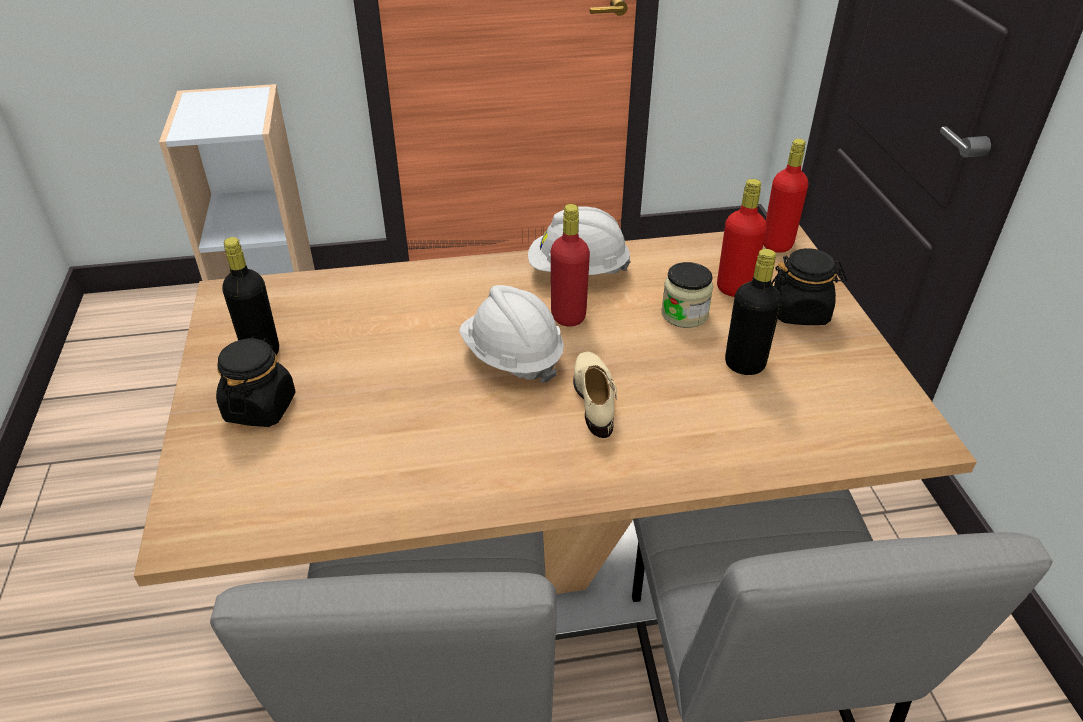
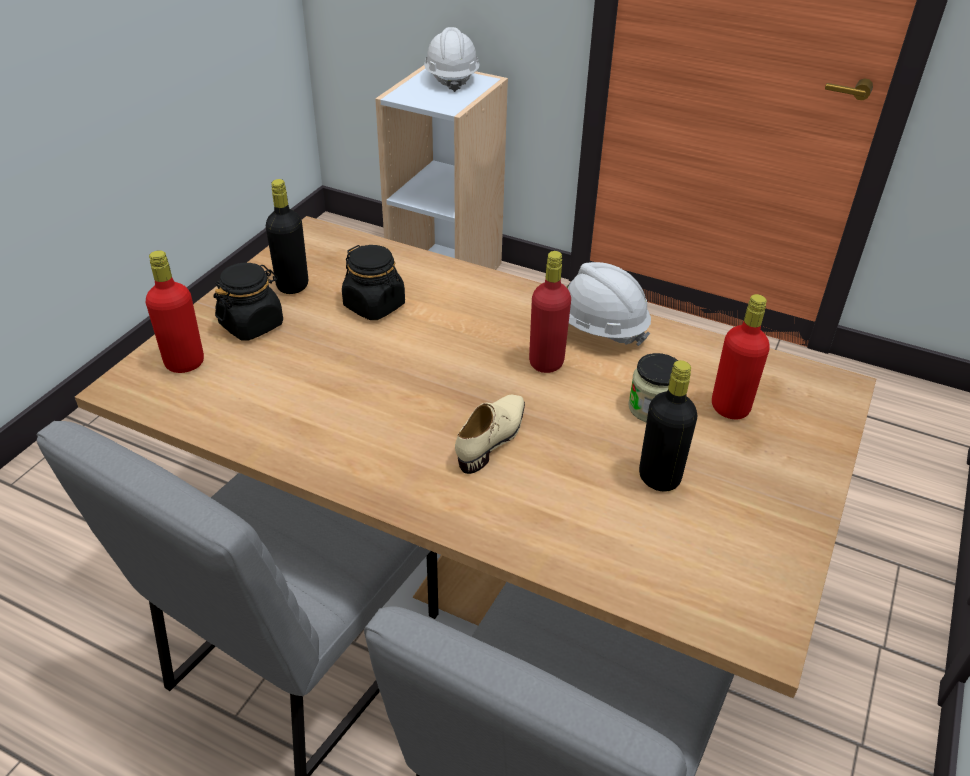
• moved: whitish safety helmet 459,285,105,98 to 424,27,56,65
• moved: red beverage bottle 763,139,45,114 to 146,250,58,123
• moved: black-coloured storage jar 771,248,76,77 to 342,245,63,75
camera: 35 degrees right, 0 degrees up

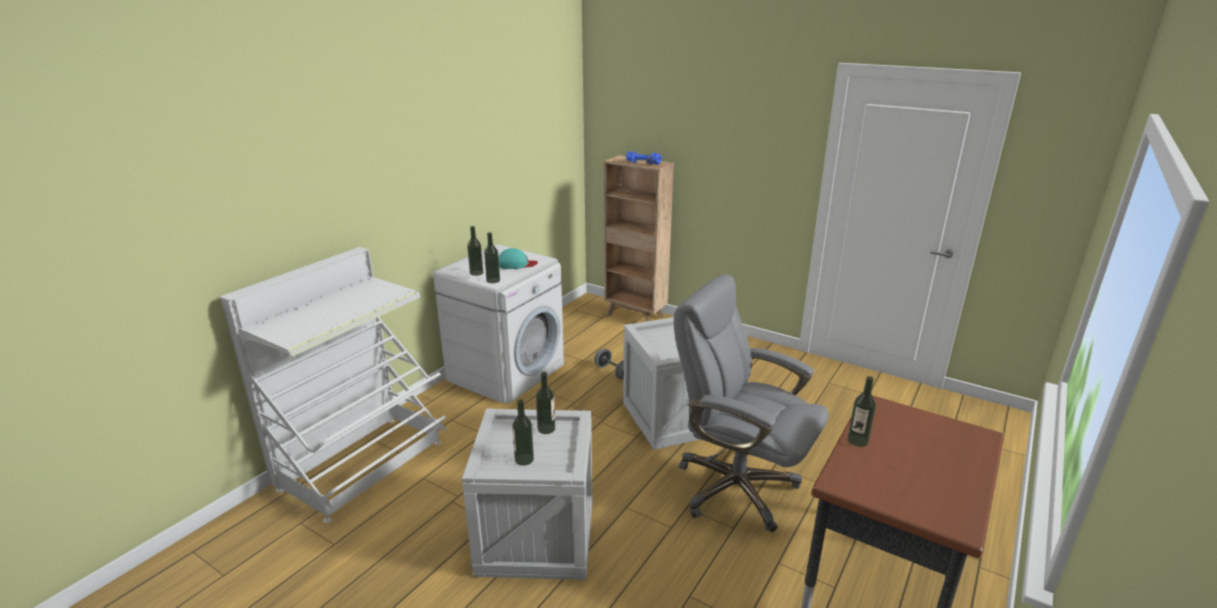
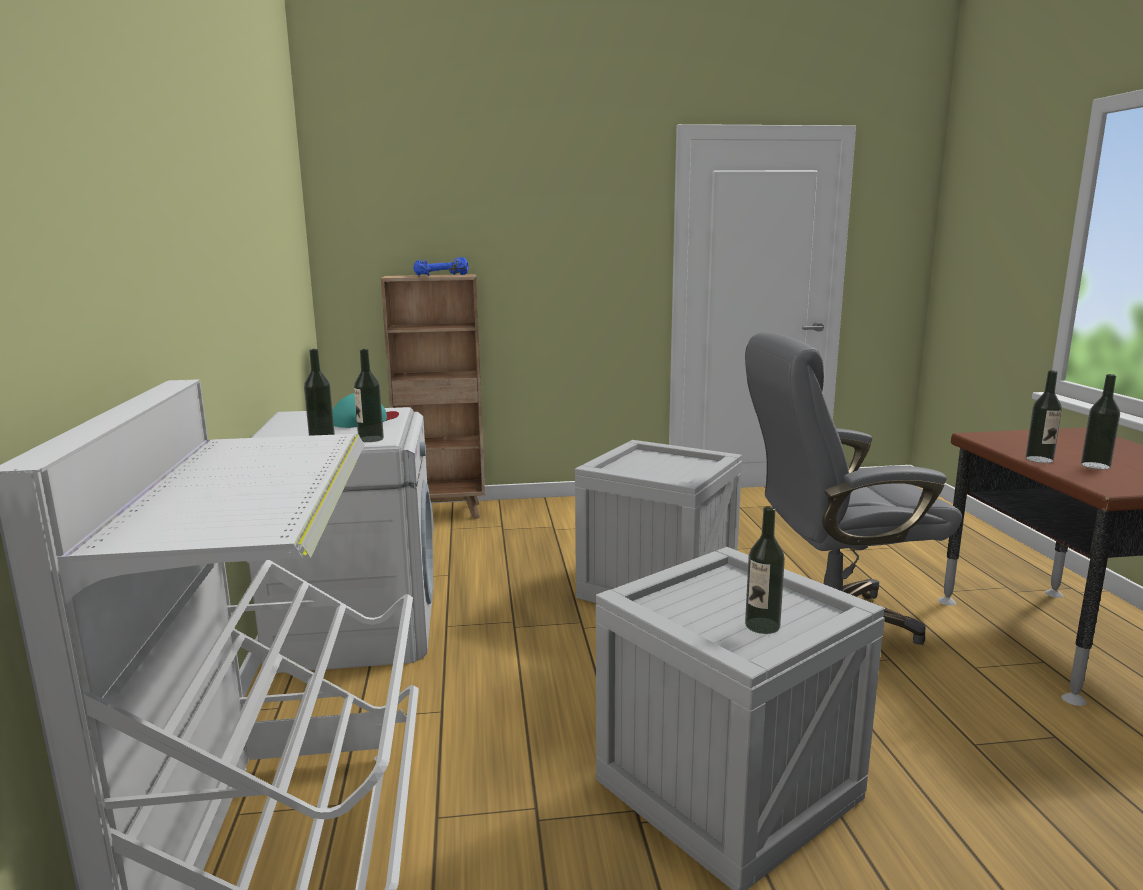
• removed: greyish dumbbell 594,349,30,30
• moved: beverage bottle 536,372,19,62 to 1081,374,39,96
camera: 40 degrees left, 10 degrees down

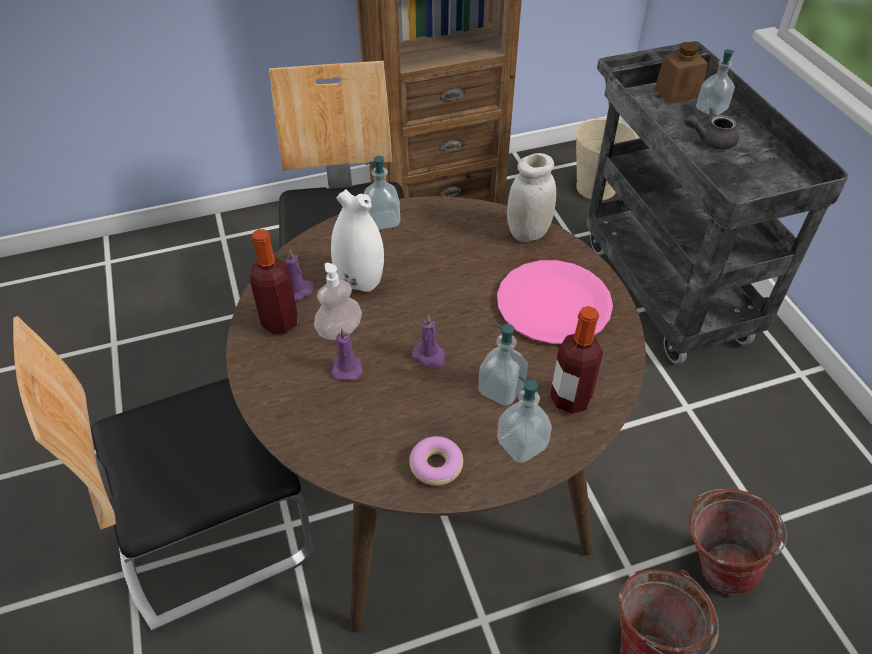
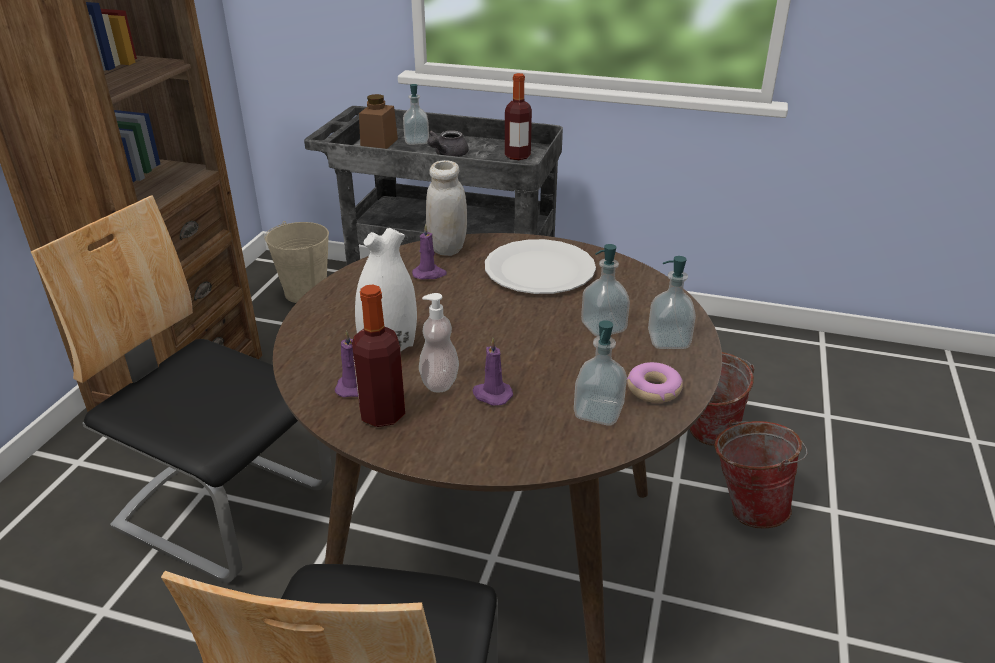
• moved: soap bottle 364,156,36,74 to 574,320,53,106
• moved: purplish wax light 412,315,33,54 to 412,224,35,55
• moved: beverage bottle 550,306,53,108 to 505,73,27,87
• recoloured: pinkish plate 497,260,116,84 to whitish plate 485,239,111,55
camera: 55 degrees left, 15 degrees down

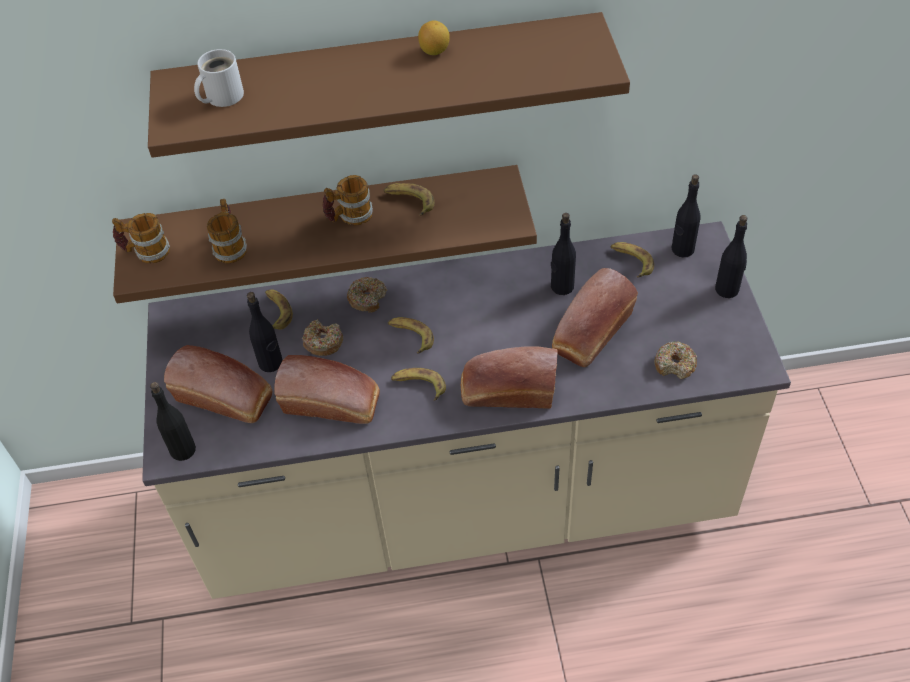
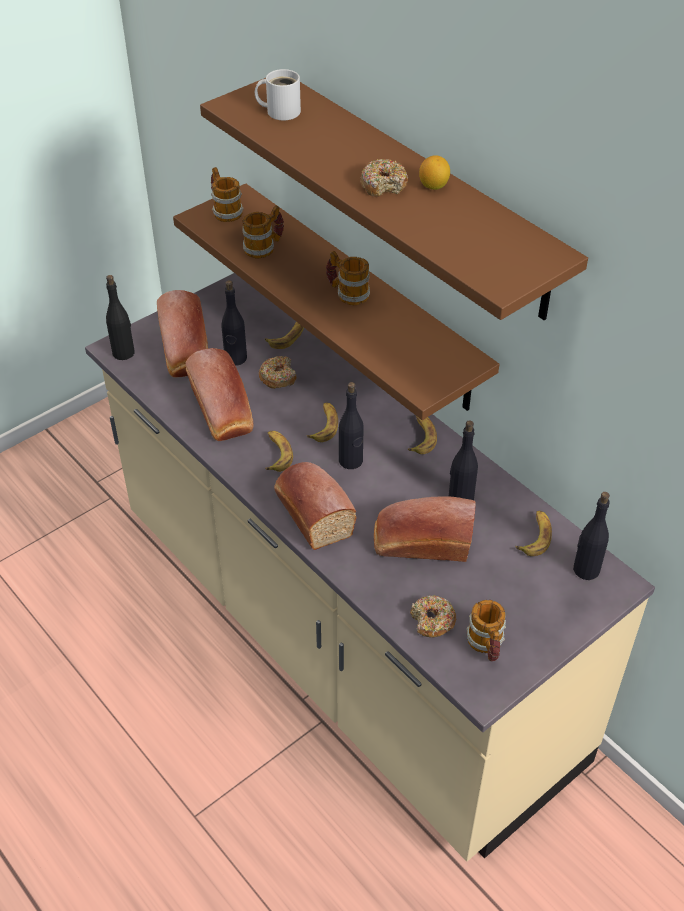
• added: tea mug 466,600,40,62
• moved: doughnut 347,277,40,36 to 360,159,48,38
• moved: banana 383,183,52,33 to 408,416,29,38
• moved: black-coloured beverage bottle 715,215,32,83 to 339,382,25,87
camera: 55 degrees right, 5 degrees down

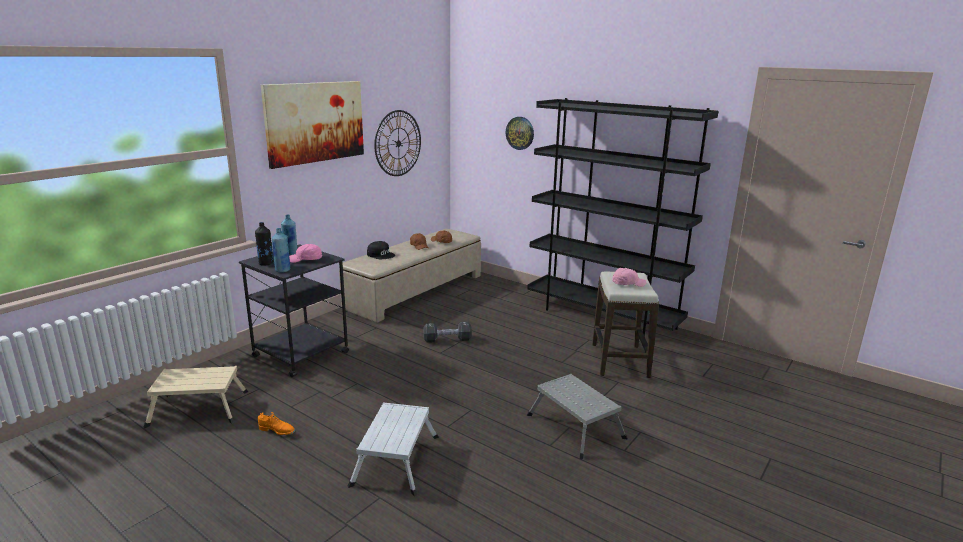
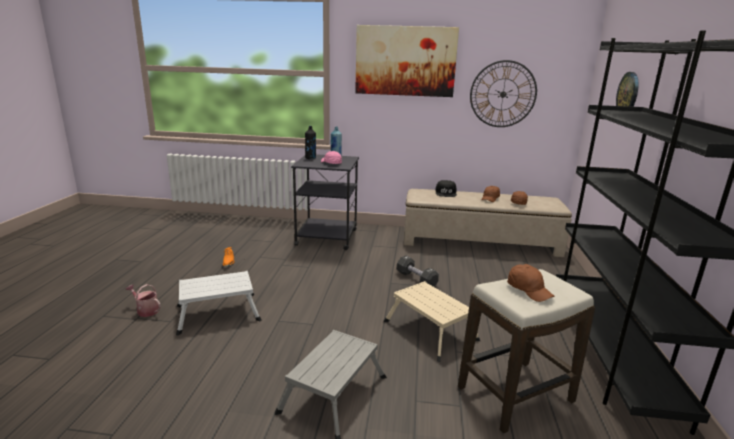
• removed: blue beverage bottle 272,228,18,45
• added: watering pot 126,284,35,33
• moved: beige stepladder 143,366,106,62 to 384,281,96,81
• recoloured: pinkish peaked cap 612,268,35,19 to brownish peaked cap 507,264,47,38
camera: 60 degrees right, 0 degrees up

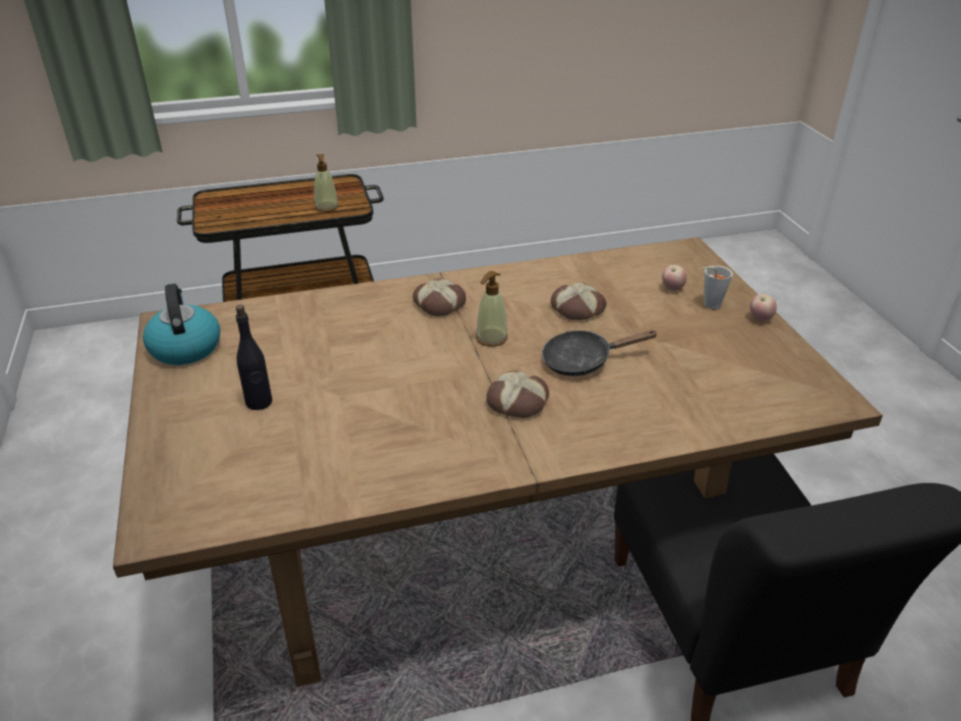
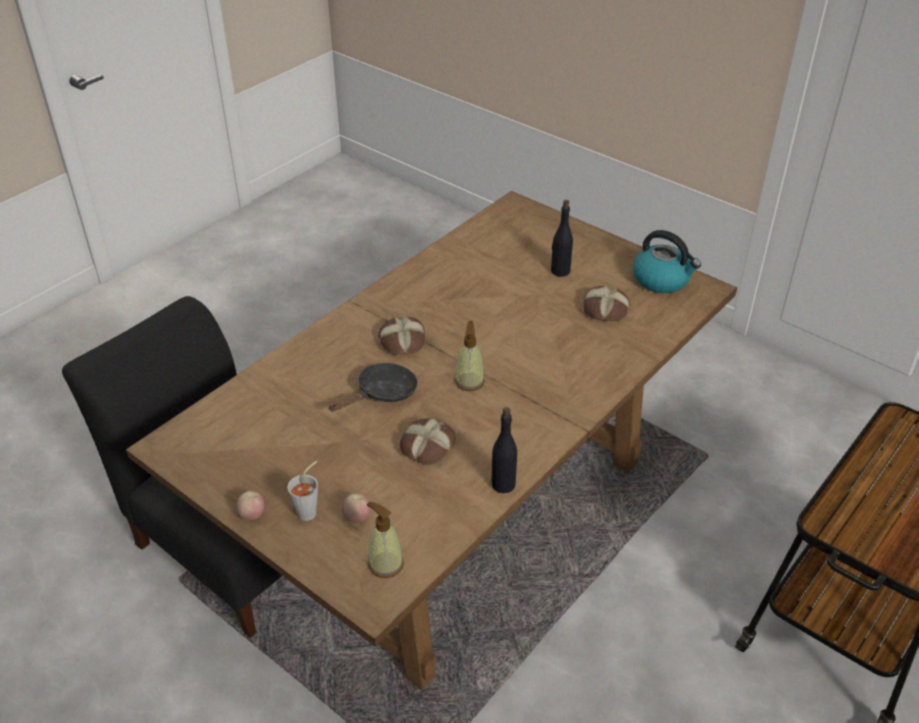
• added: black-coloured beverage bottle 491,407,26,86
• moved: soap bottle 314,154,25,58 to 367,502,37,76
• moved: bakery bread 413,278,53,38 to 583,286,47,35
camera: 145 degrees right, 5 degrees up

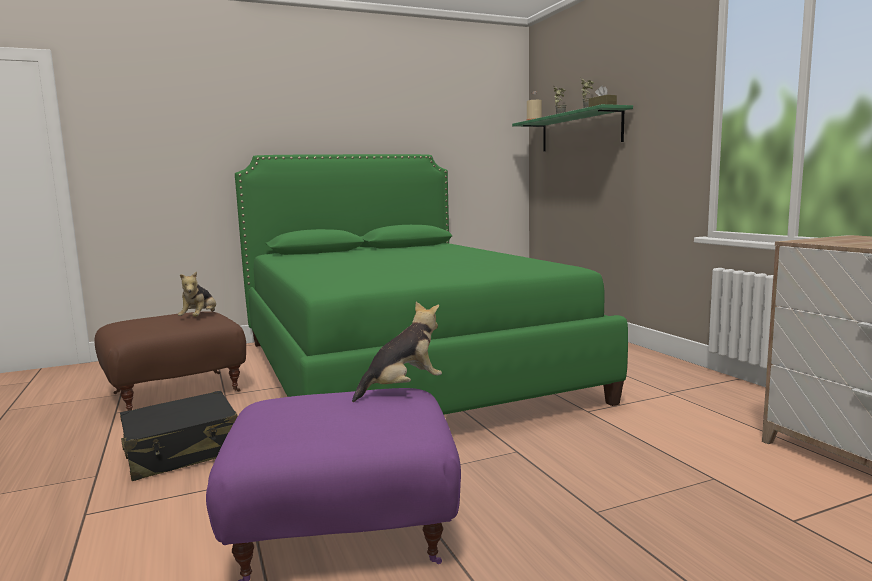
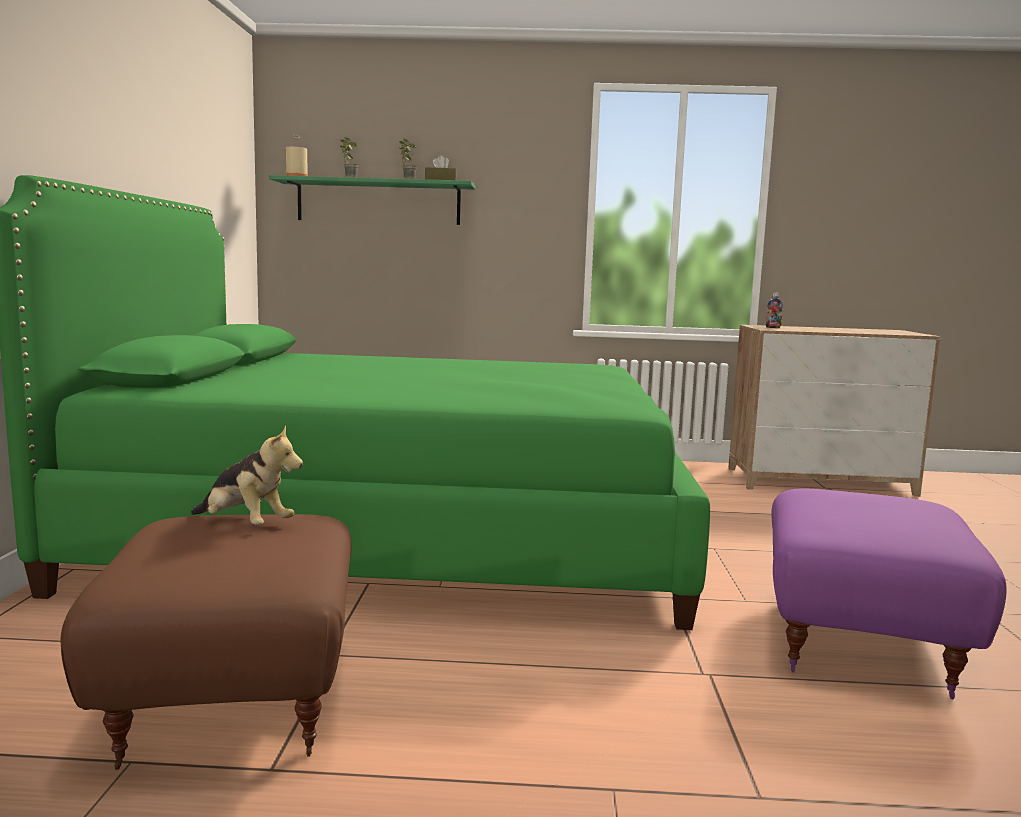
• removed: black-coloured travel case 120,391,118,90
• removed: cuddly toy 352,302,90,100
• added: beverage bottle 765,293,18,35
camera: 65 degrees left, 0 degrees up

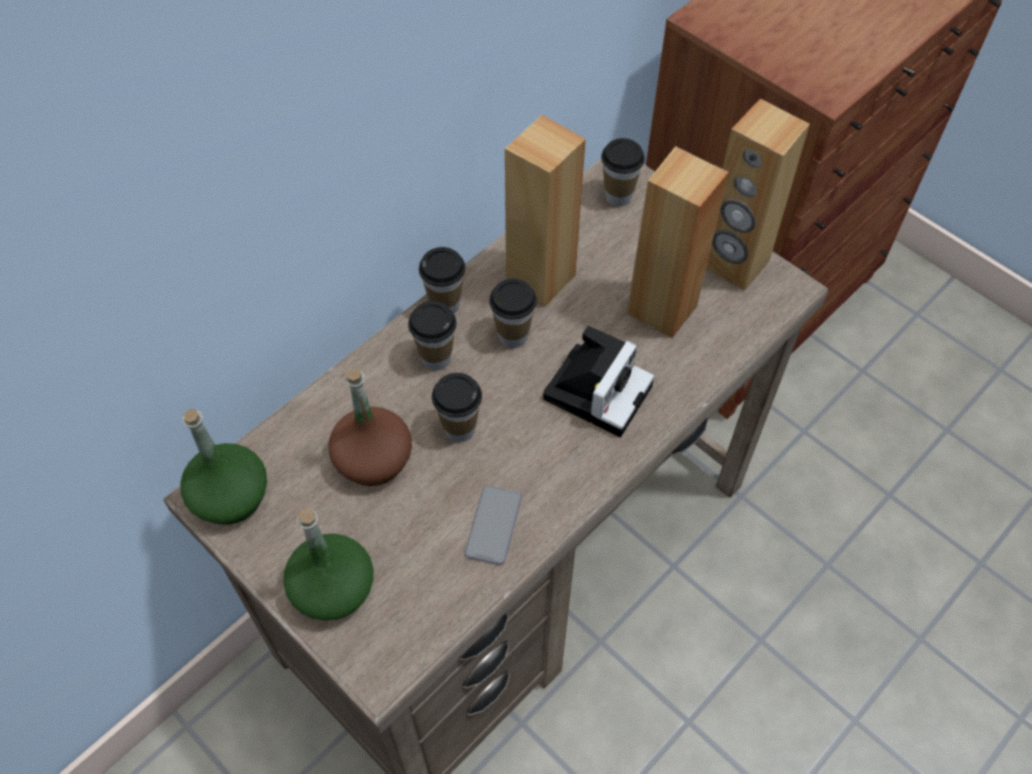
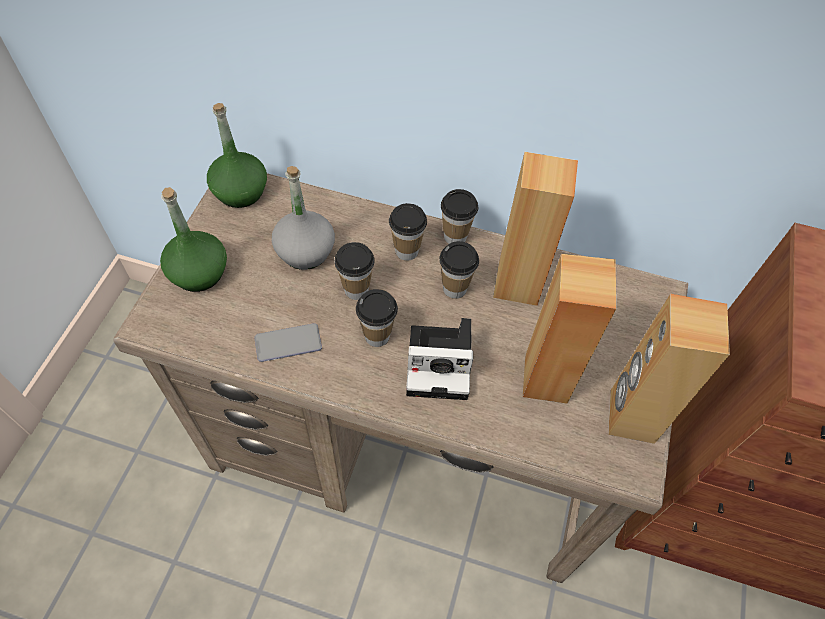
• moved: cup 601,138,44,68 to 356,289,42,58
• recoloured: brownish beverage bottle 328,369,84,117 to greyish beverage bottle 272,166,63,104
camera: 60 degrees right, 0 degrees up

